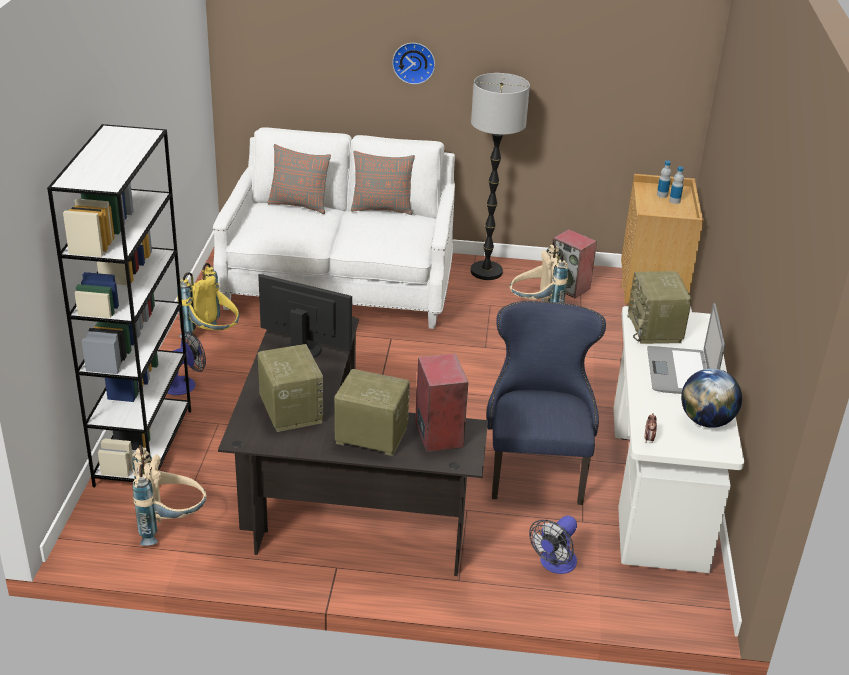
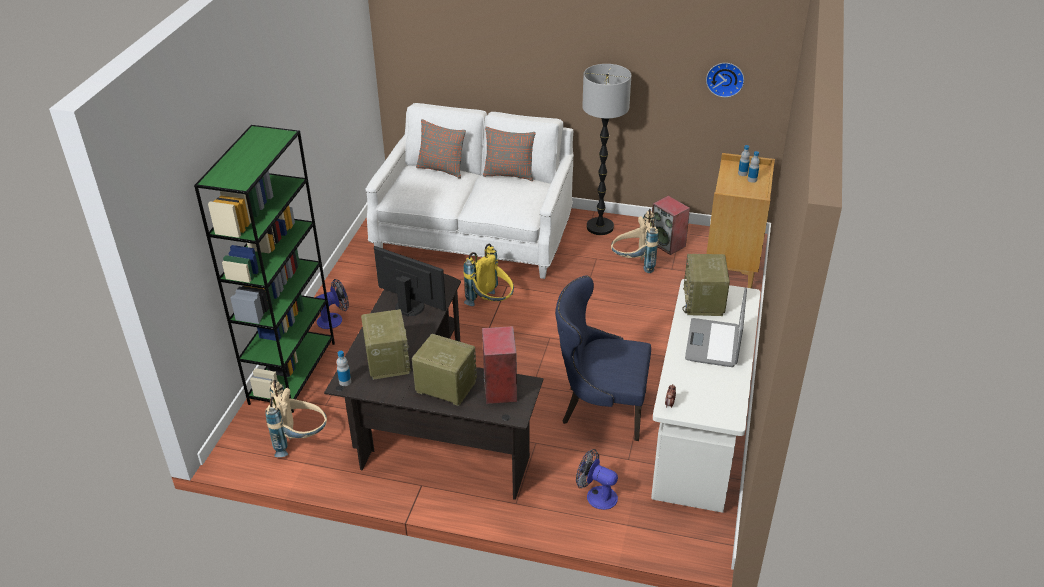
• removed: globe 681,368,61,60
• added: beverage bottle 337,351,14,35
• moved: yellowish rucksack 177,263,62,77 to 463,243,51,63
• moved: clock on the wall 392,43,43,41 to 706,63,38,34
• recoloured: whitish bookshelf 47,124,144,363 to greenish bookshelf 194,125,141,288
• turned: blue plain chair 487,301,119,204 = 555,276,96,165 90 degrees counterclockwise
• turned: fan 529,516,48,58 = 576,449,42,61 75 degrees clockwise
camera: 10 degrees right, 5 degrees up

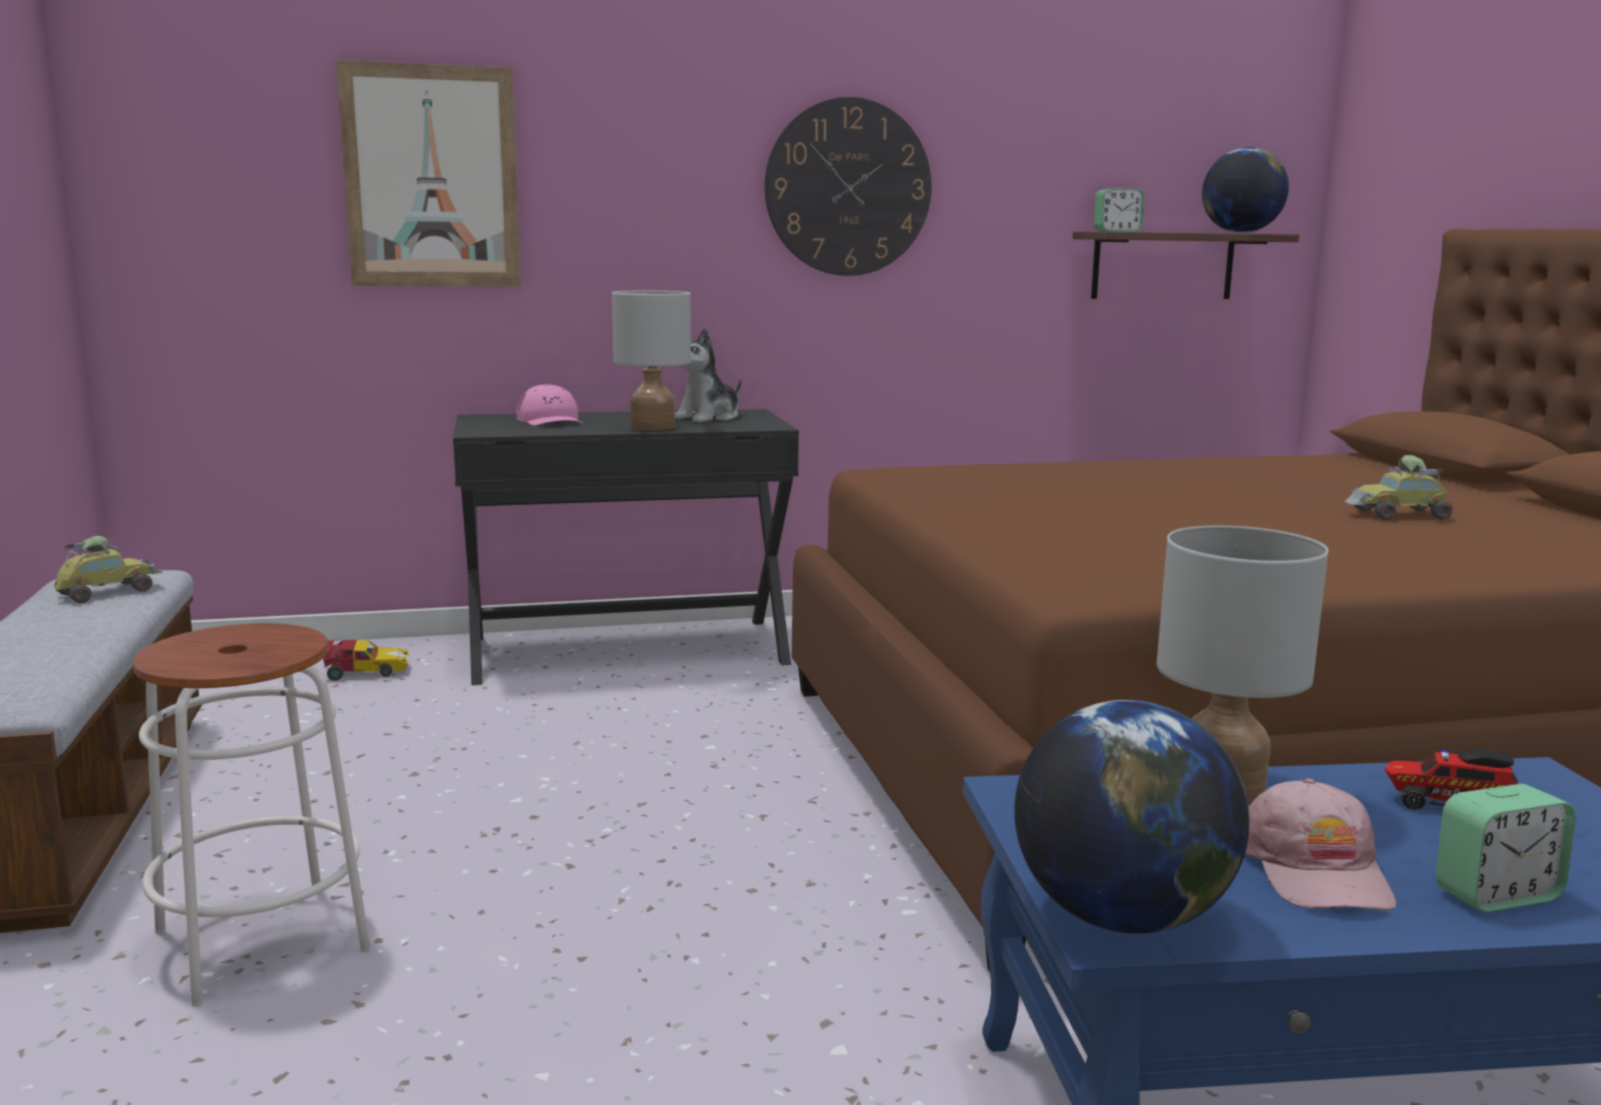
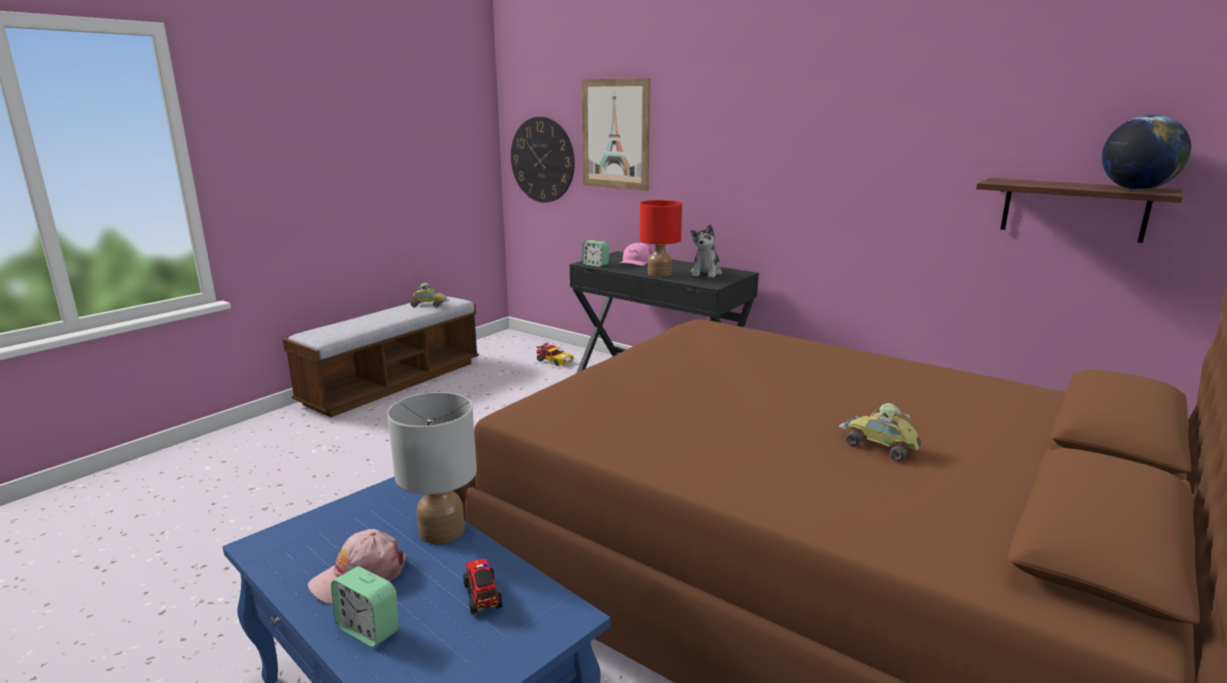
• removed: whitish stool seat 133,623,238,384
• removed: globe 1014,700,235,233
• moved: clock on the wall 765,97,167,179 to 511,117,64,86
• moved: table clock 1094,188,50,44 to 582,240,27,27
• recoloured: greyish table lamp 612,291,79,140 to red table lamp 640,200,42,77
• turned: cuddly toy 675,328,66,95 = 691,224,31,54 75 degrees counterclockwise
camera: 50 degrees right, 5 degrees up

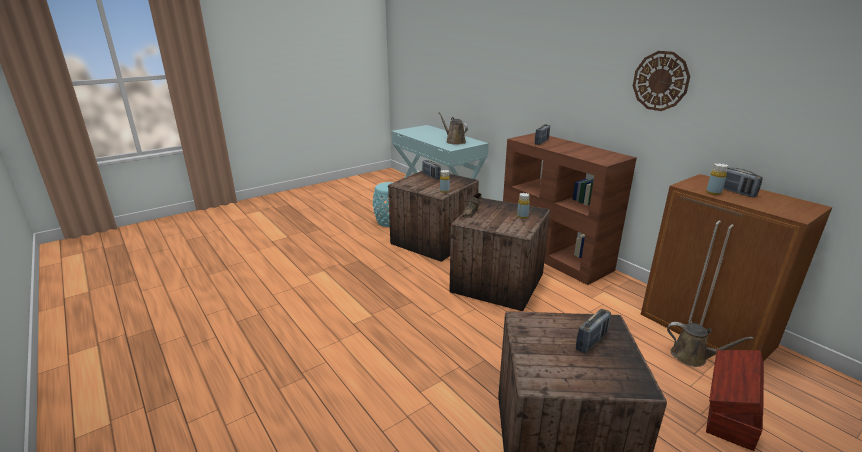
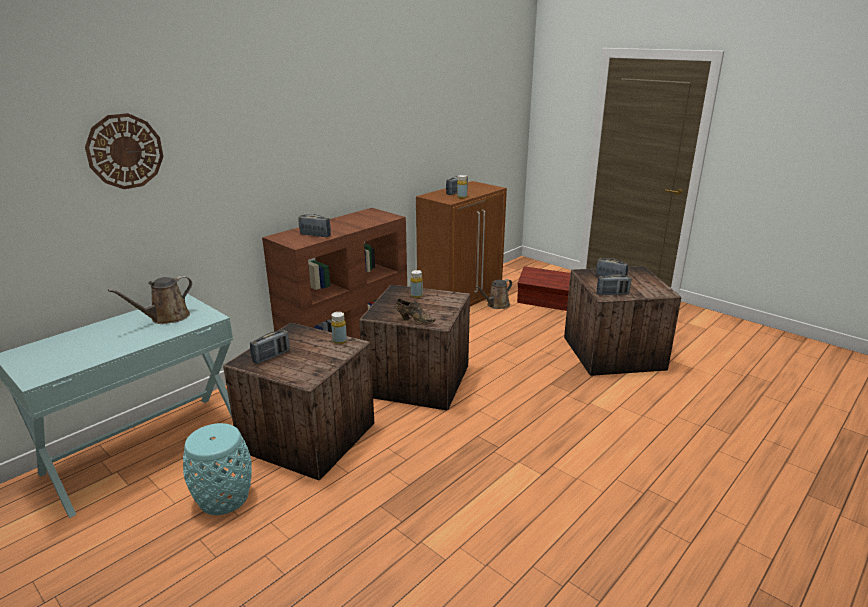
• added: radio receiver 597,274,35,21
• moved: clock on the wall 633,51,57,60 to 85,113,79,76
• turned: brownish watering pot 667,322,87,45 = 475,279,37,30 150 degrees counterclockwise
camera: 100 degrees left, 0 degrees up

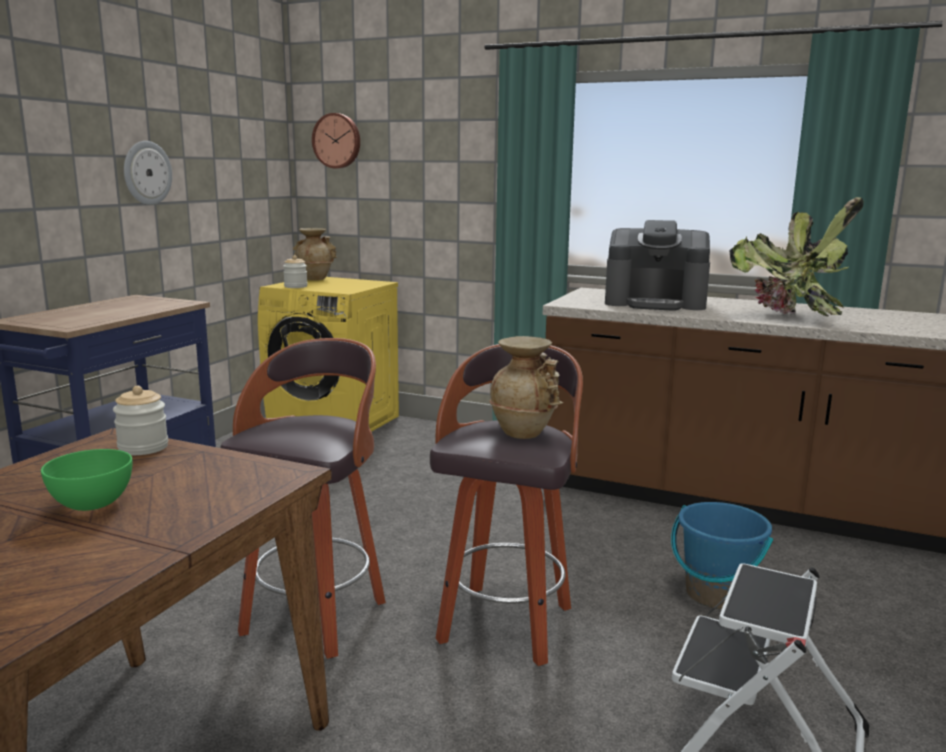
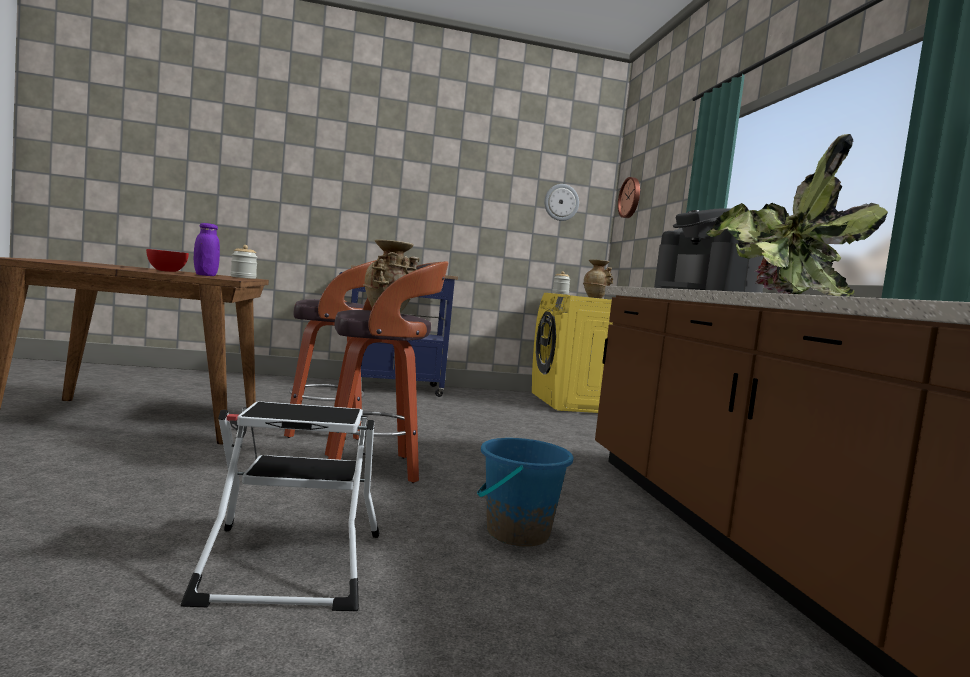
• added: purplish storage jar 194,223,26,53
• moved: clock on the wall 124,141,48,64 to 544,184,35,37
• recoloured: greenish bowl 41,449,91,62 to red bowl 146,249,43,23
camera: 55 degrees right, 10 degrees down

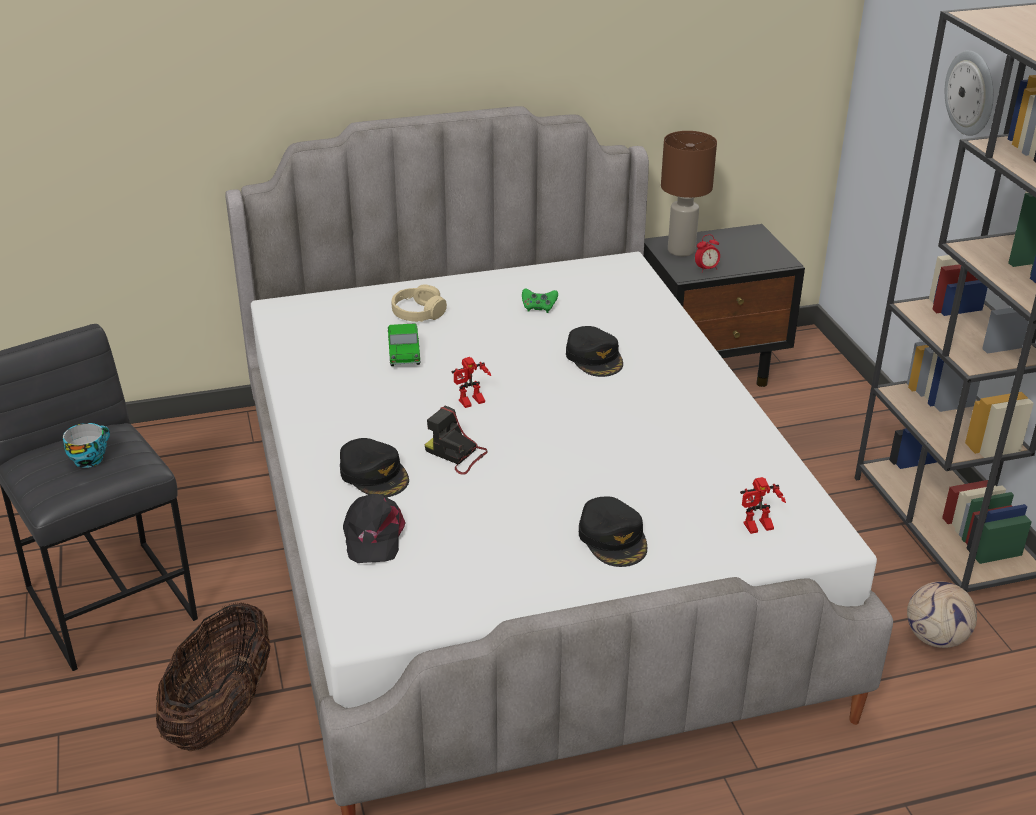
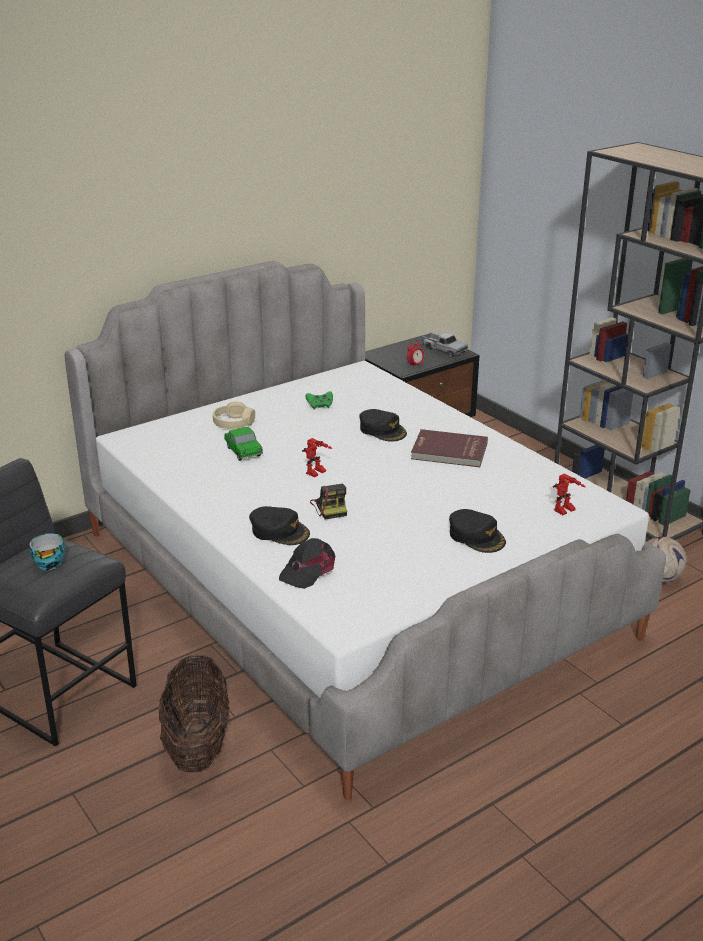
• removed: brownish table lamp 661,131,56,125
• removed: clock on the wall 945,50,49,86
• added: red book 411,429,77,38
• added: toy truck 422,332,46,26
• turned: black-coloured peaked cap 343,494,62,69 = 279,538,56,51 60 degrees clockwise
• turned: photo camera 425,405,63,70 = 310,484,37,35 120 degrees counterclockwise
camera: 20 degrees left, 5 degrees down

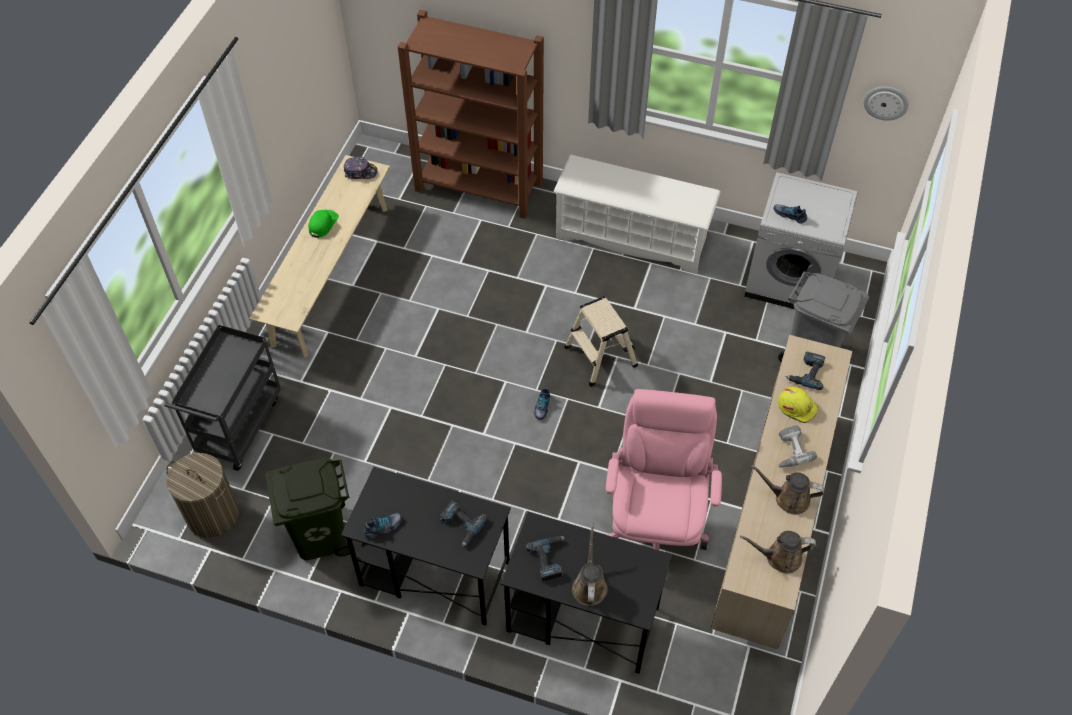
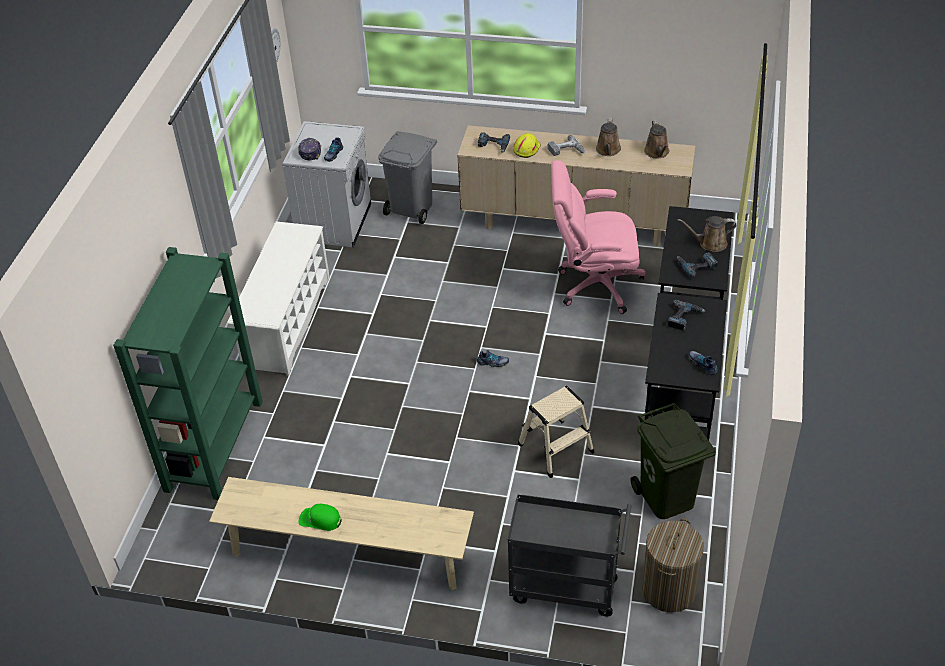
• moved: peaked cap 344,157,34,22 to 298,138,23,22
• moved: beige stepladder 564,296,74,91 to 518,385,77,93
• recoloured: brownish bookshelf 397,10,147,209 to greenish bookshelf 113,247,150,253
camera: 95 degrees left, 10 degrees down

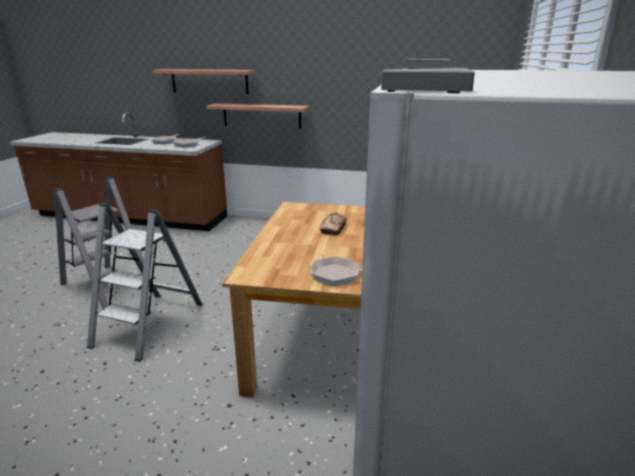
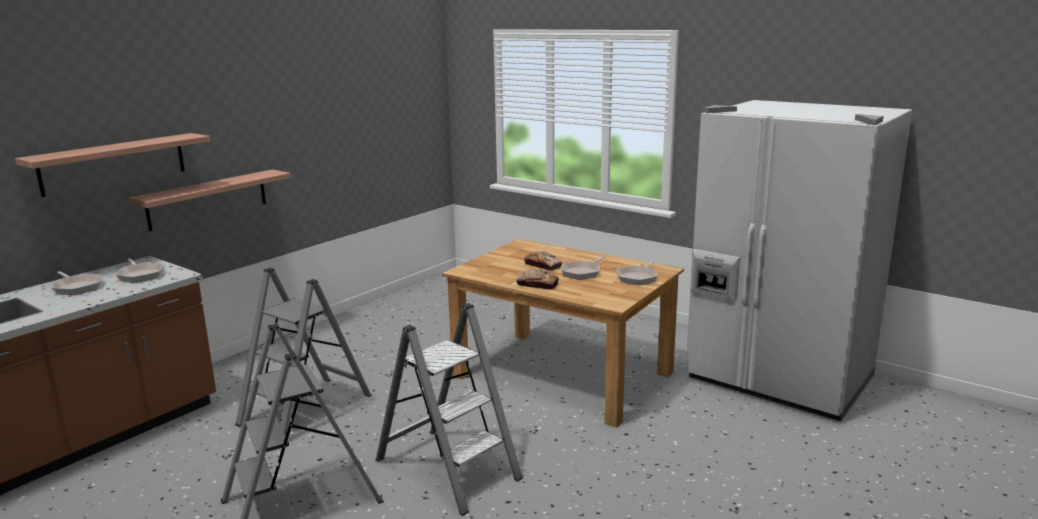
• added: greyish stepladder 235,268,137,168
• added: bakery bread 516,270,43,20
• added: pan 561,256,44,24
camera: 65 degrees left, 5 degrees down

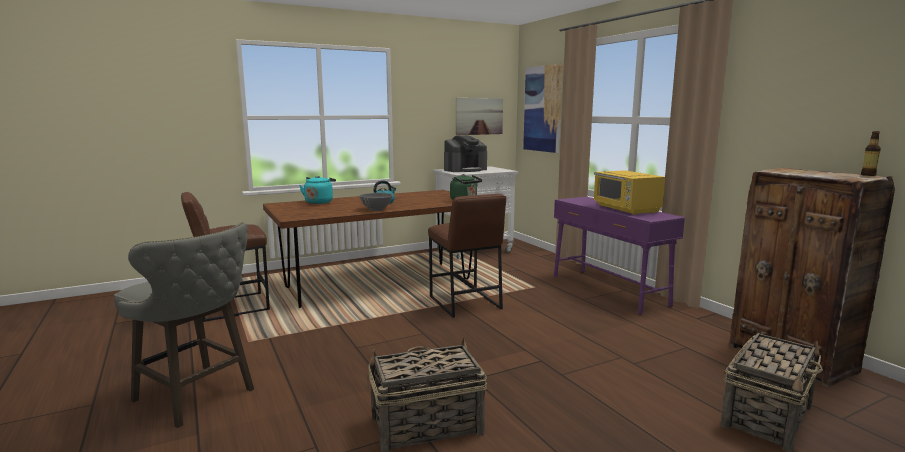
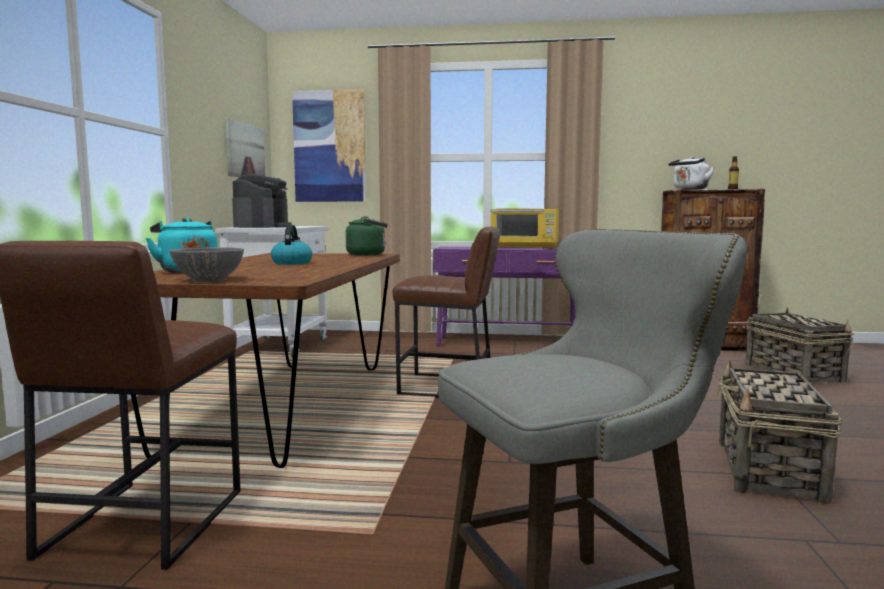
• added: whitish tea kettle 668,156,47,34
• moved: greyish bowl 360,193,32,18 to 170,247,74,35
camera: 55 degrees left, 5 degrees down

